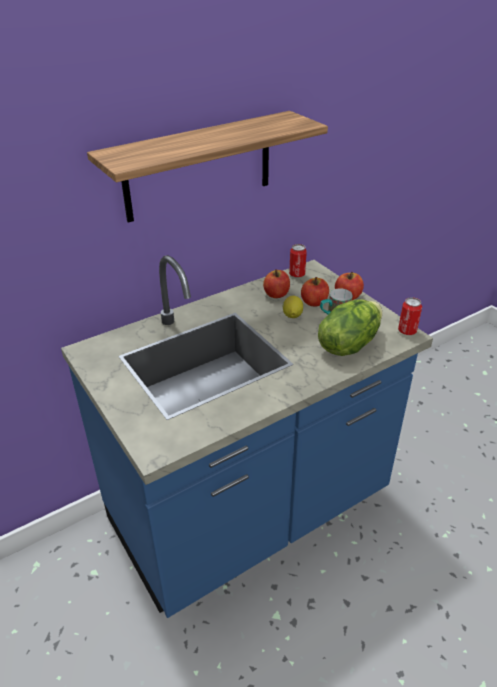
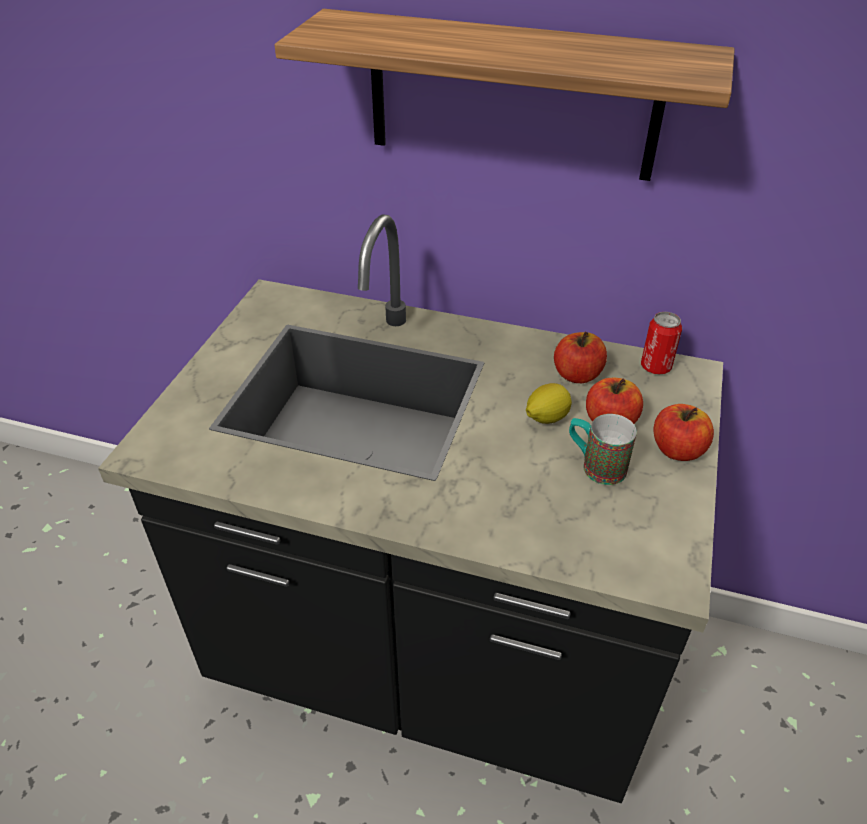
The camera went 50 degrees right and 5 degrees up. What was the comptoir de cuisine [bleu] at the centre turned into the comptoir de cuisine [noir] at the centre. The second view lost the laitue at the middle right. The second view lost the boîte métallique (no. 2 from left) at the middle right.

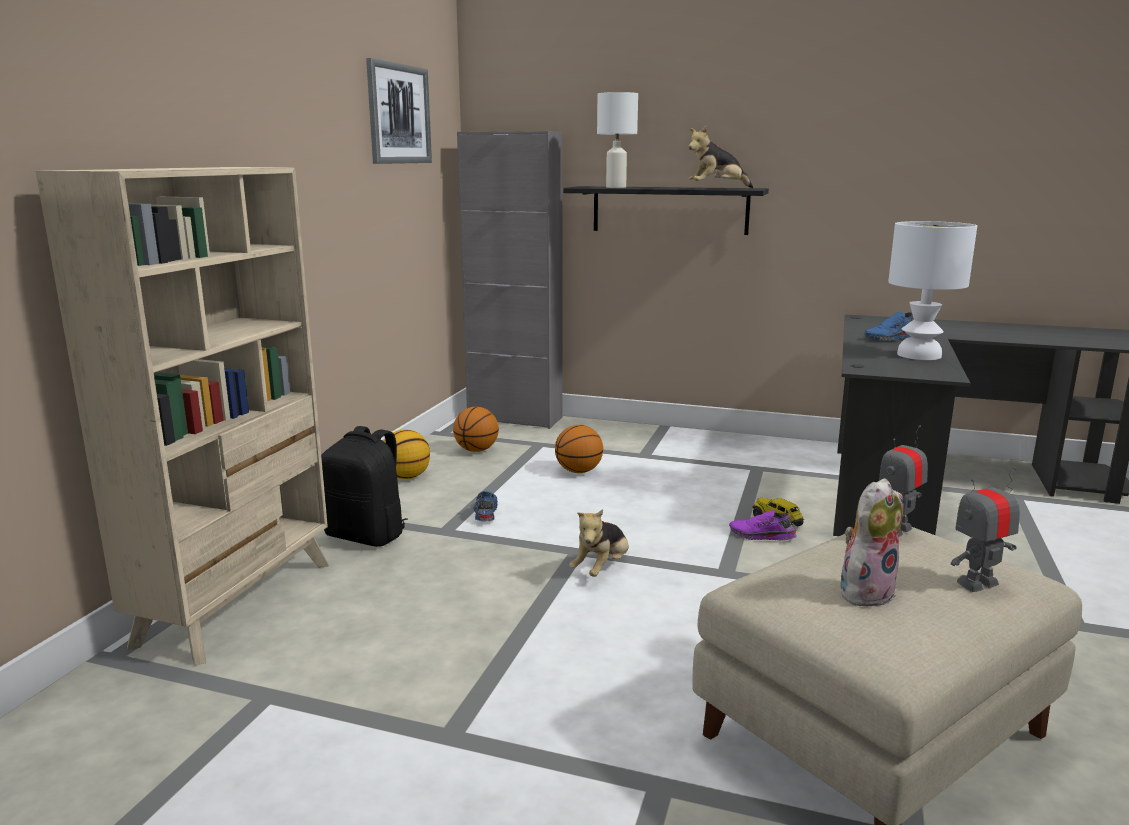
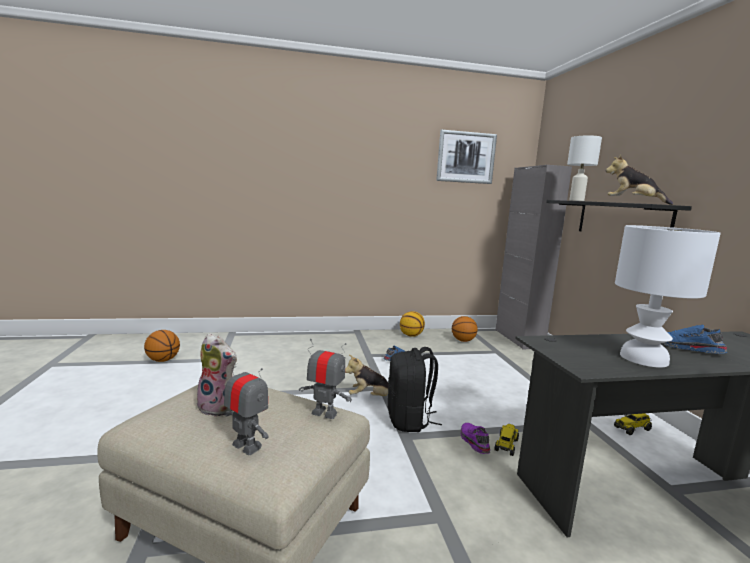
The camera went 60 degrees right and 5 degrees down. The second view lost the bibliothèque [beige] at the middle left. The sac à dos [noir] ended up elsewhere, having gone from the middle left to the bottom centre. The ballon de basket (no. 3 from left in the first image) ended up elsewhere, having gone from the centre to the middle left. The second view gained the camion jouet (no. 2 from left) at the bottom right.

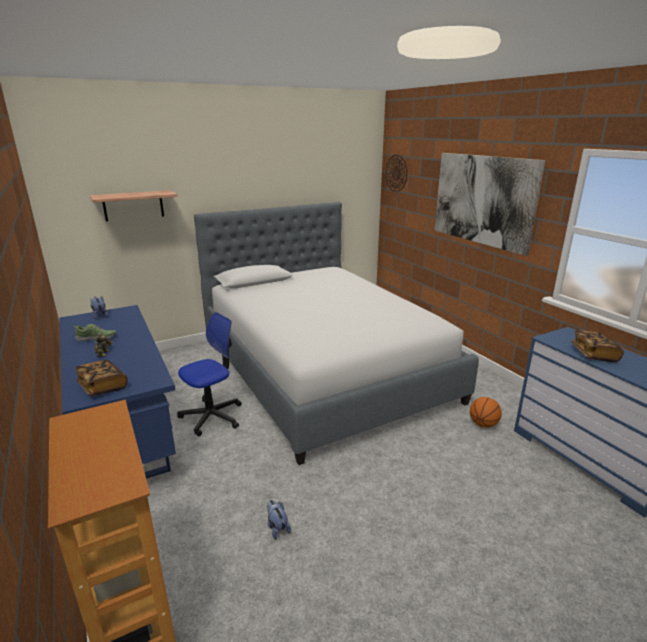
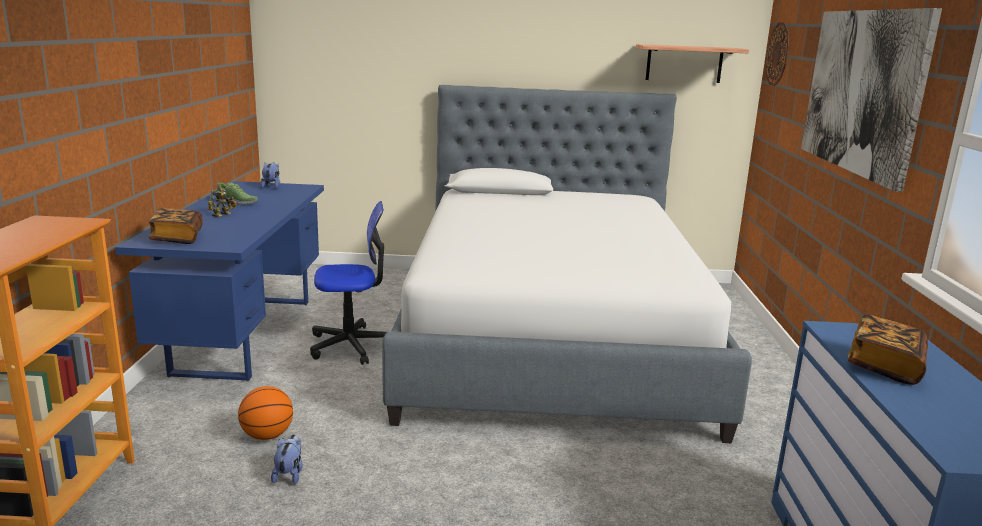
The camera went 30 degrees right and 5 degrees down. The étagère ended up elsewhere, having gone from the top left to the top right. The ballon de basket ended up elsewhere, having gone from the middle right to the bottom left.

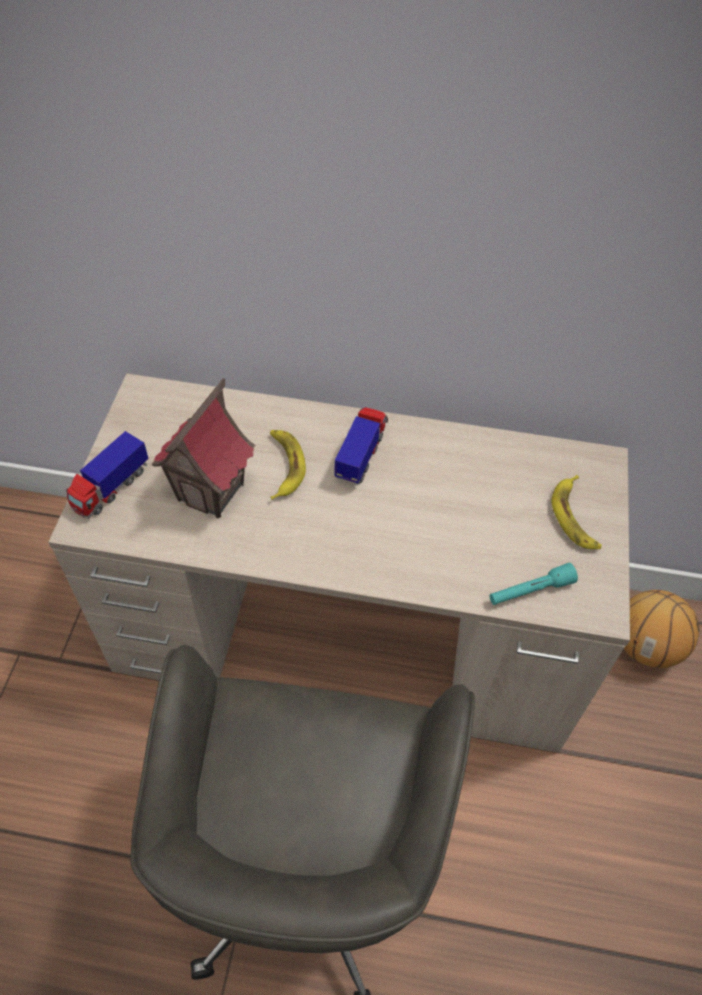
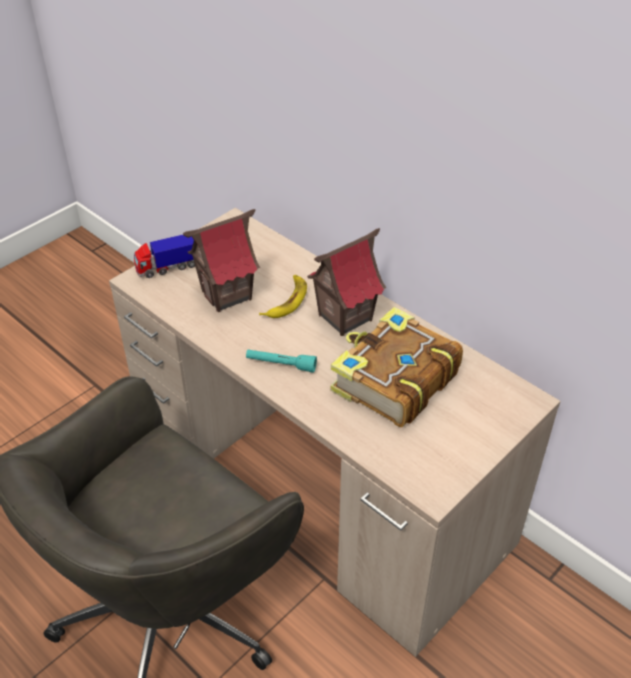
The camera went 35 degrees right and 10 degrees down. Where the camion jouet (no. 2 from left) stood at the centre, the maison miniature (no. 2 from left) came to stand at the centre. The lampe de poche [turquoise] ended up elsewhere, having gone from the middle right to the centre. The second view lost the banane (no. 2 from left) at the middle right. The second view lost the ballon de basket at the middle right. The second view gained the livre at the centre.

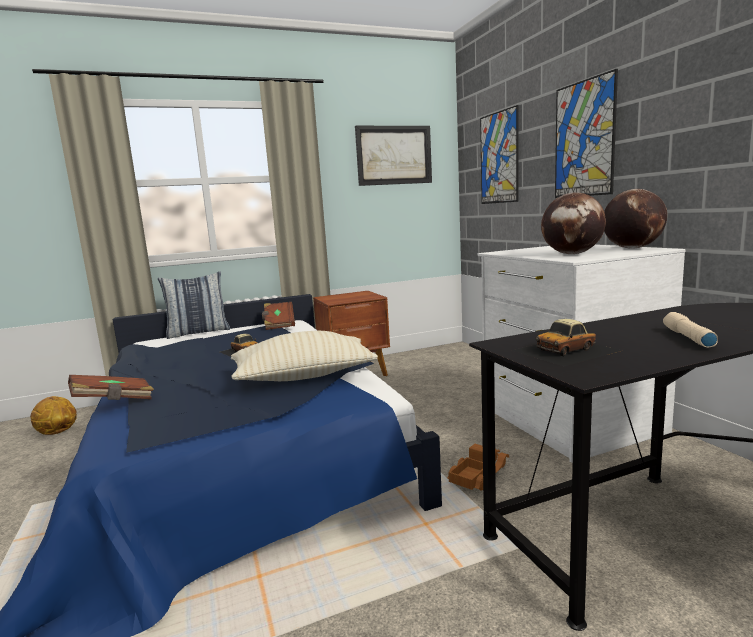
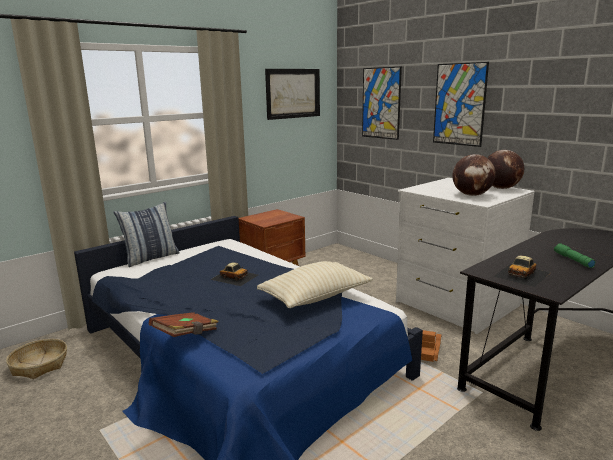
The camera went 20 degrees left and 5 degrees up. Where the ballon de basket stood at the middle left, the panier came to stand at the bottom left. The second view lost the livre [marron] (no. 2 from left) at the centre. What was the lampe de poche [beige] at the middle right turned into the lampe de poche [vert] at the middle right.

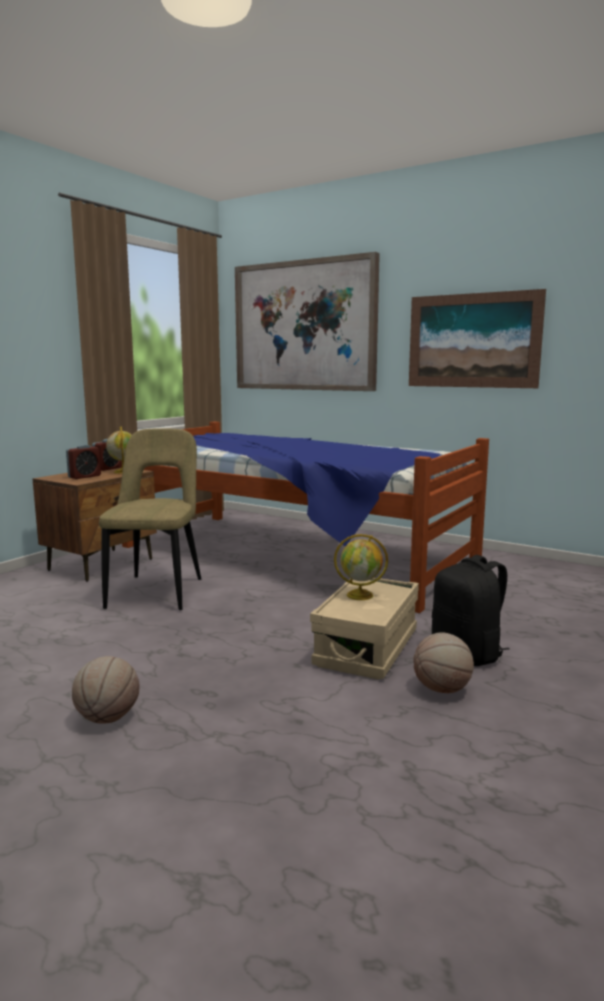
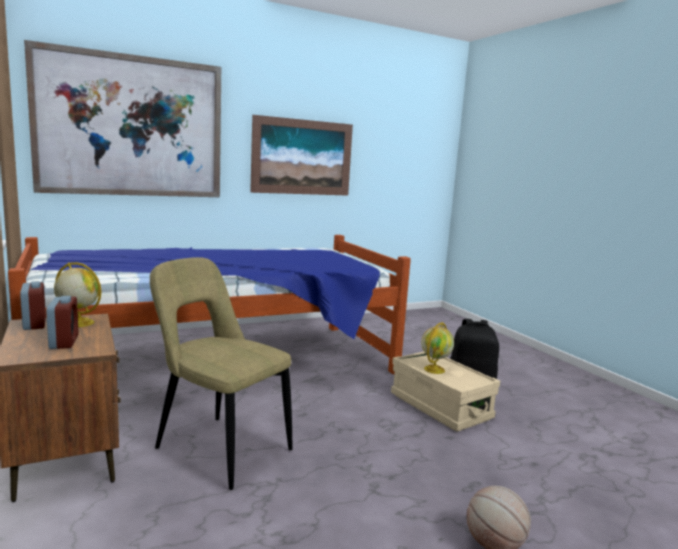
The camera went 60 degrees left and 0 degrees up. The second view lost the ballon de basket (no. 2 from left) at the middle right.

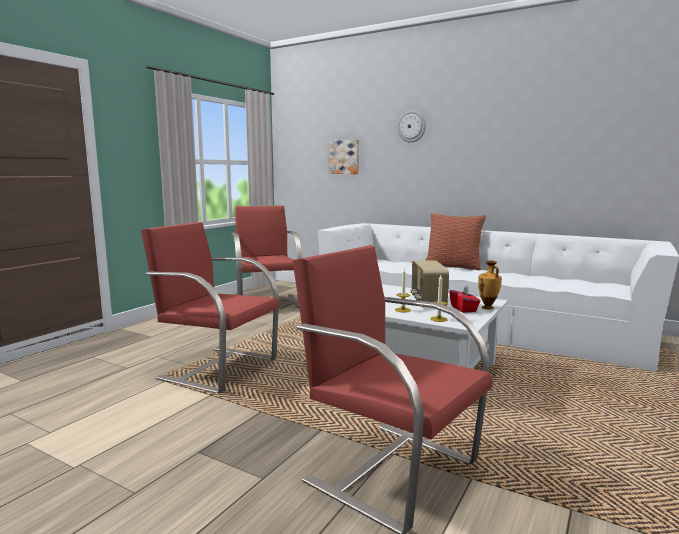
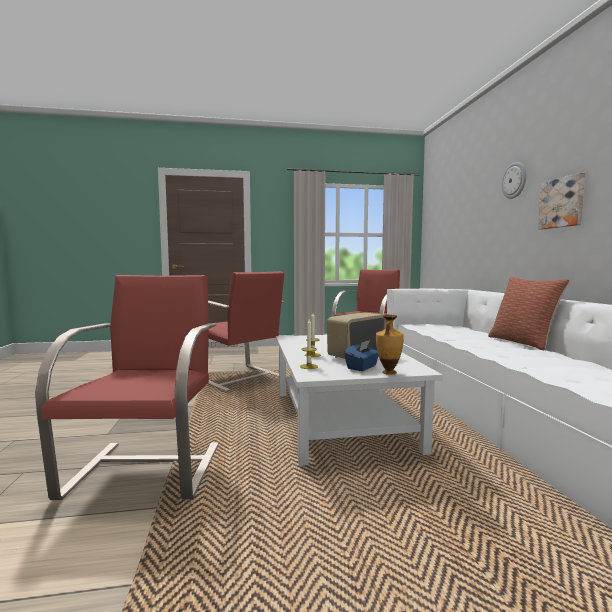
The camera went 50 degrees right and 5 degrees down. The fauteuil [rouge] (no. 1 from left in the first image) at the middle left ended up facing another way, 150 degrees clockwise from before. The tableau ended up elsewhere, having gone from the top centre to the top right. What was the boîte à mouchoirs [rouge] at the middle right turned into the boîte à mouchoirs [bleu] at the centre.

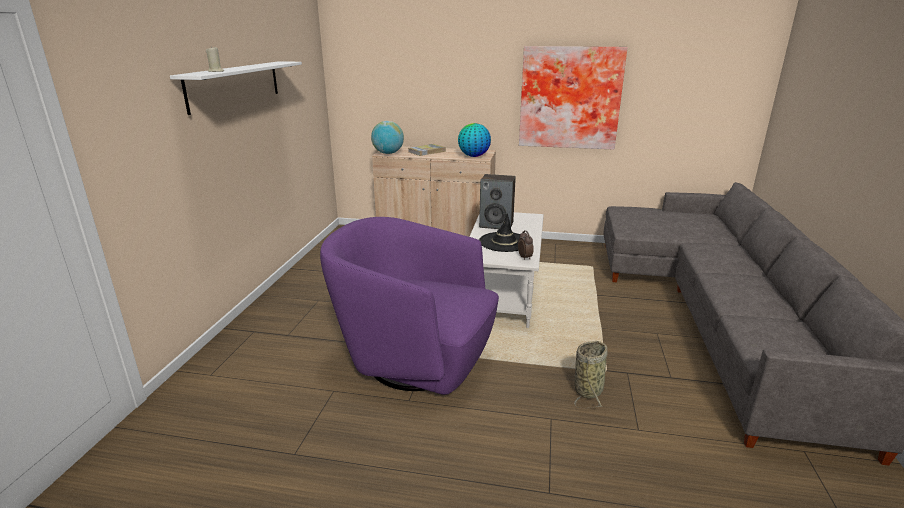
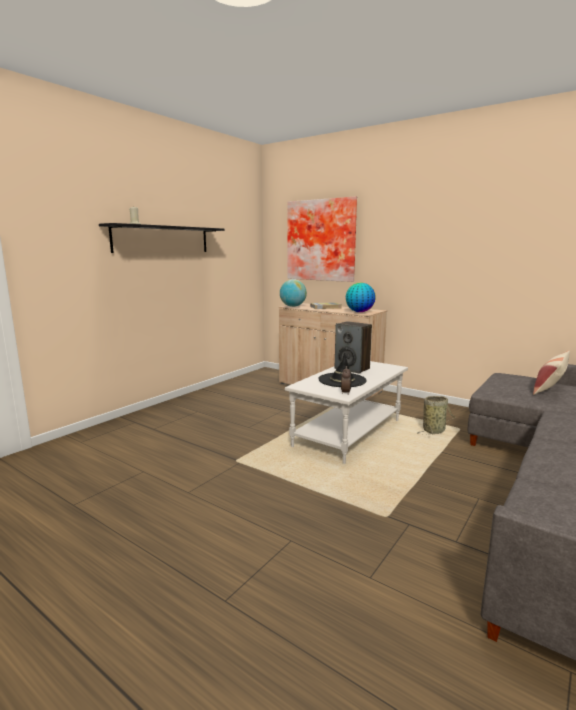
The camera went 25 degrees right and 10 degrees down. What was the étagère [blanc] at the top left turned into the étagère [noir] at the middle left. The second view lost the fauteuil [violet] at the centre. The tableau ended up elsewhere, having gone from the top centre to the centre. The panier ended up elsewhere, having gone from the bottom centre to the middle right. The second view gained the coussin at the middle right.

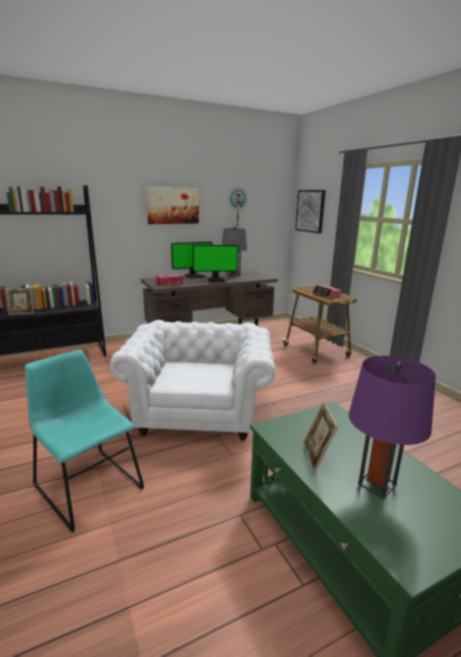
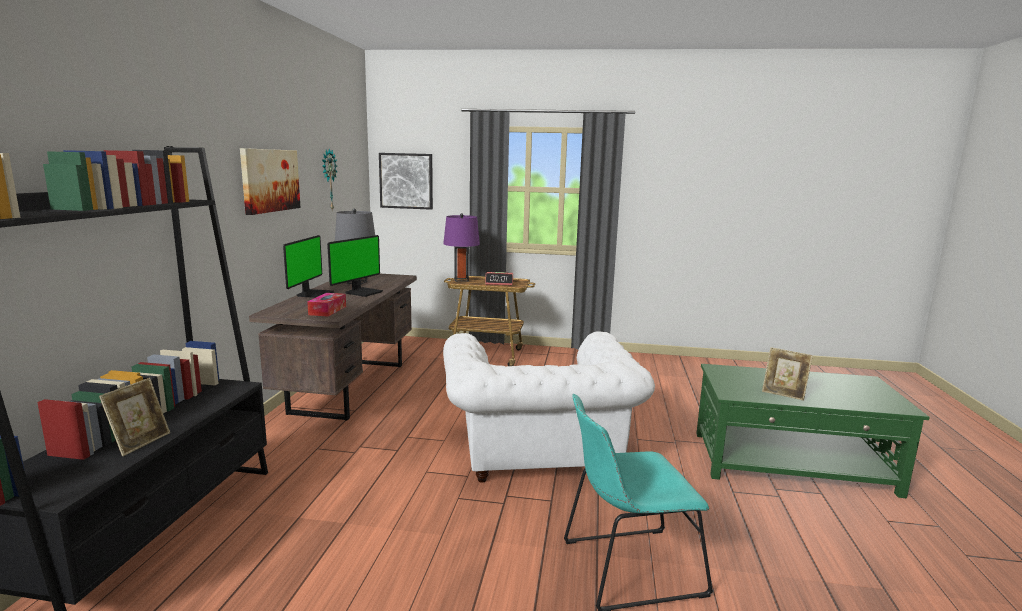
The camera went 55 degrees left and 5 degrees down. The fauteuil [blanc] at the centre ended up facing another way, 135 degrees counterclockwise from before. The lampe de table [violet] ended up elsewhere, having gone from the middle right to the centre.

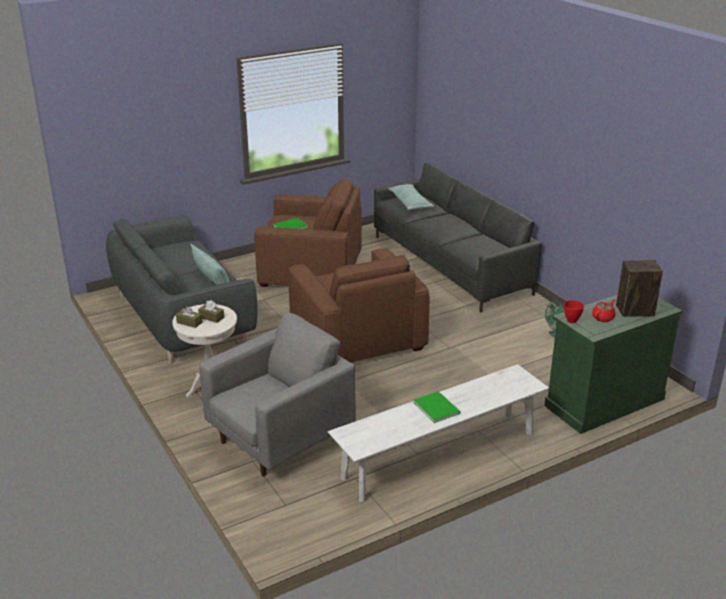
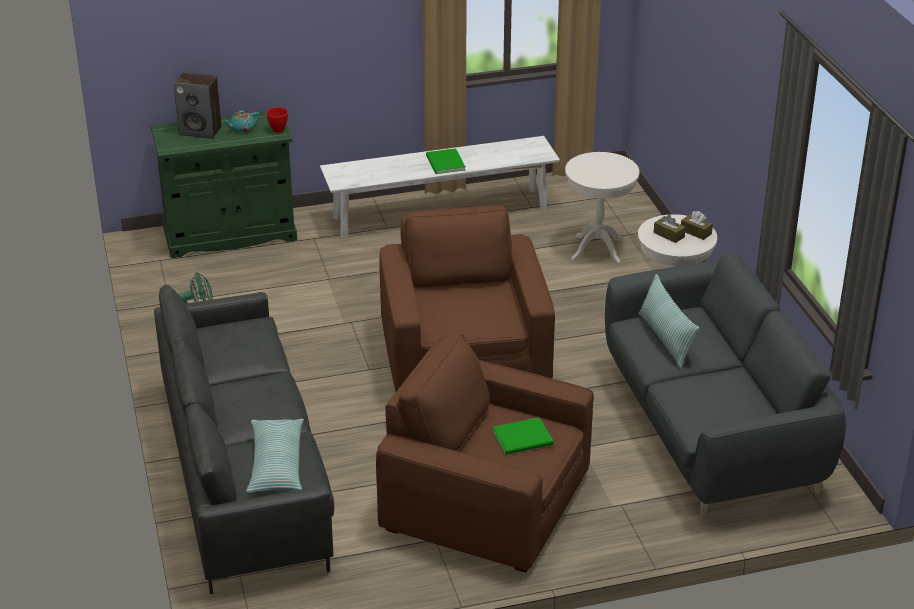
The camera went 165 degrees left and 5 degrees up. Where the fauteuil [gris] stood at the centre, the table d'appoint [blanc] (no. 1 from left) came to stand at the centre. What was the théière [rouge] at the middle right turned into the théière [turquoise] at the top left.

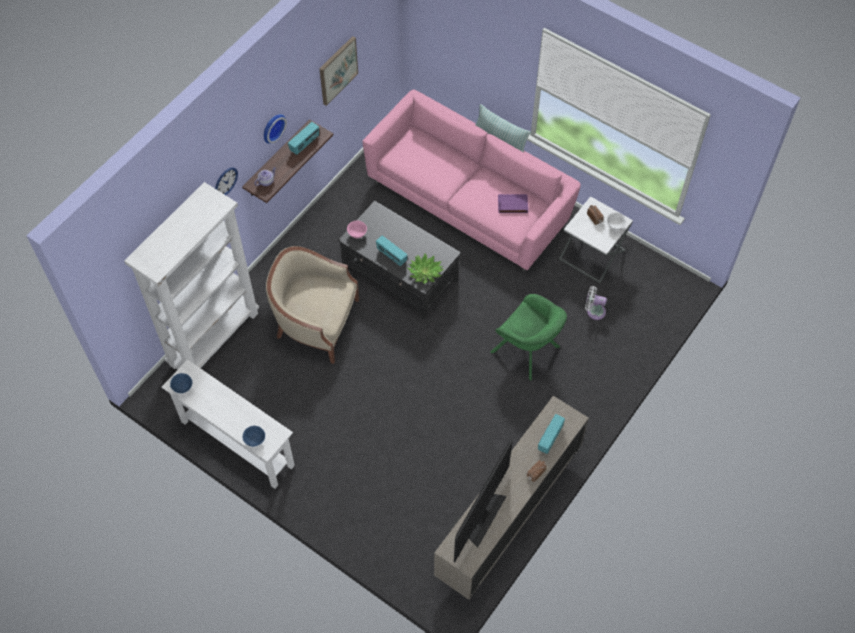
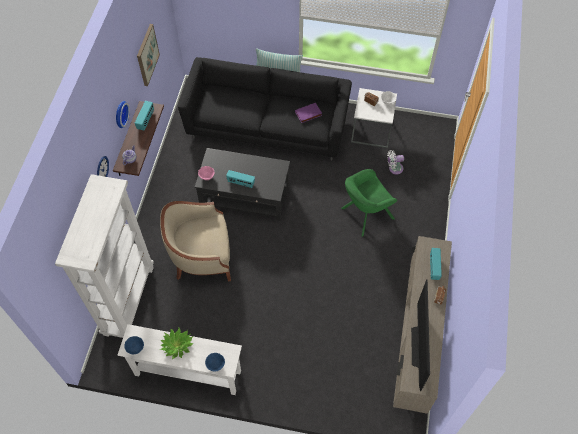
The camera went 25 degrees left and 0 degrees up. What was the canapé [rose] at the top centre turned into the canapé [noir] at the top centre. The plante en pot ended up elsewhere, having gone from the centre to the bottom left. The fauteuil [vert] at the centre ended up facing another way, 135 degrees clockwise from before.

